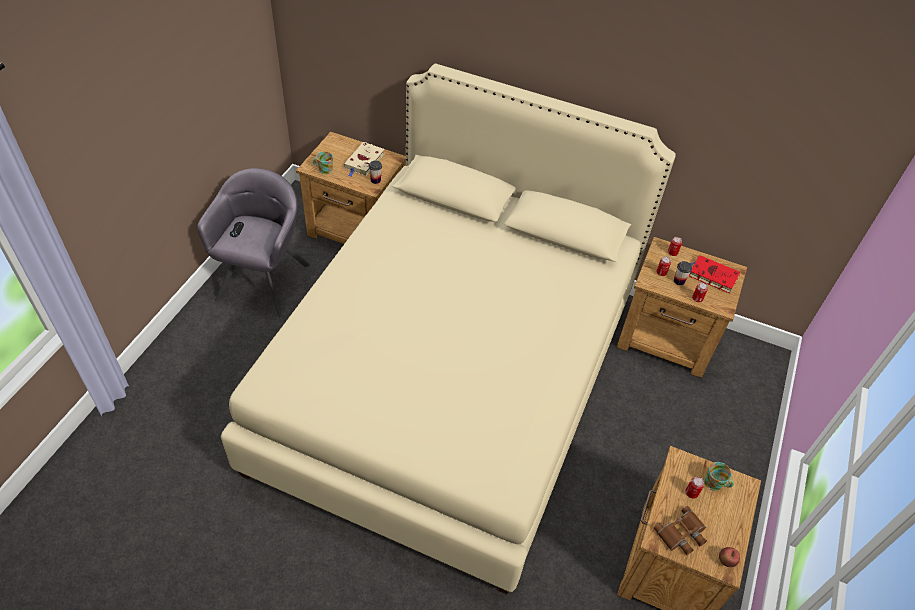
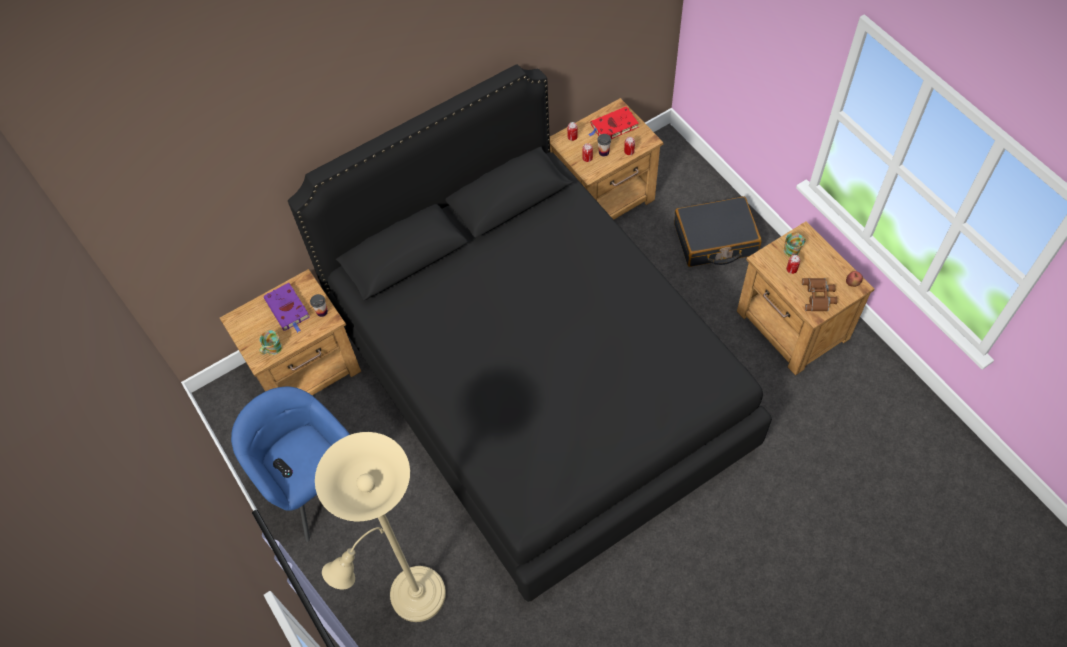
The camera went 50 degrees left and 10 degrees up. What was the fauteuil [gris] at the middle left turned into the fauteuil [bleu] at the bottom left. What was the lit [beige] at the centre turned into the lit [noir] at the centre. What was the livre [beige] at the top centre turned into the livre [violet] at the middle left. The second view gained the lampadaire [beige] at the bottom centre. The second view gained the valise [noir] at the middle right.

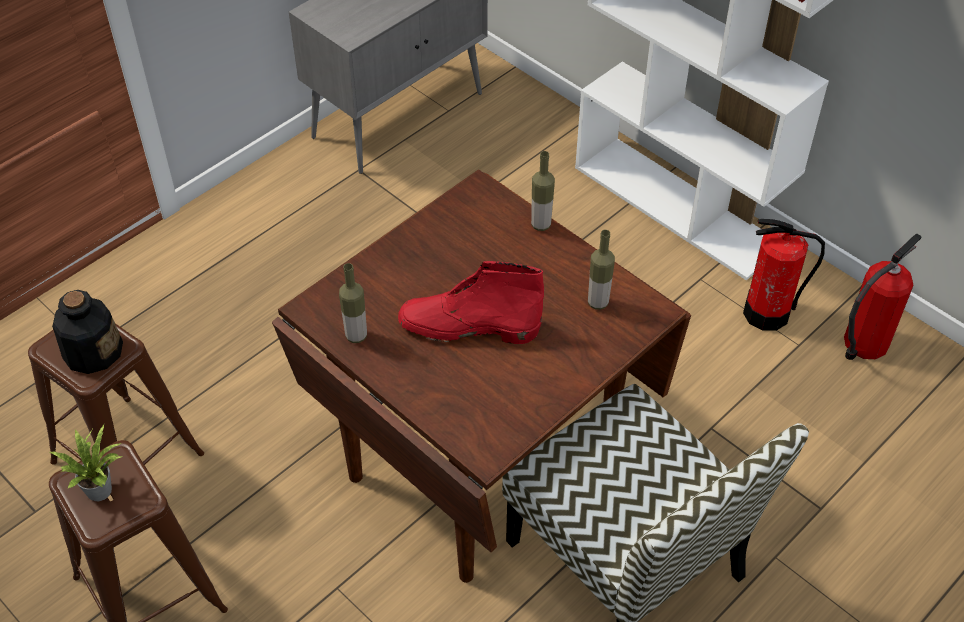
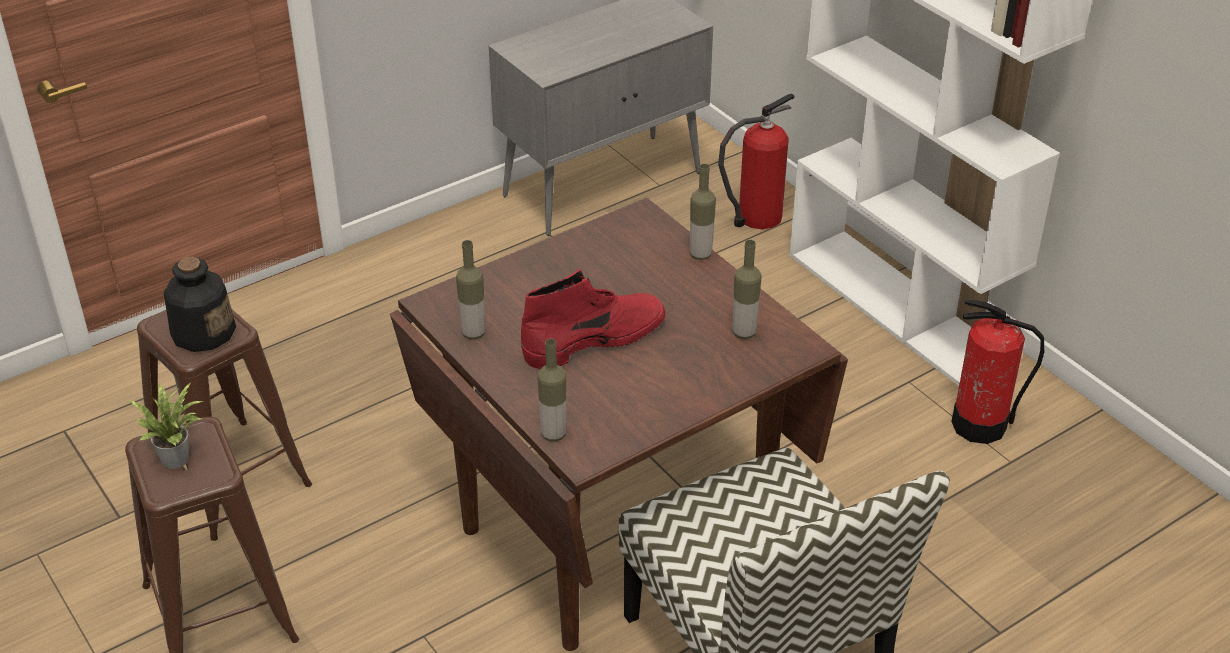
The camera went 10 degrees right and 10 degrees down. The botte [rouge] at the centre ended up facing another way, 135 degrees clockwise from before. The extincteur (no. 2 from left in the first image) ended up elsewhere, having gone from the middle right to the top centre. The second view gained the bouteille (no. 3 from left) at the centre.

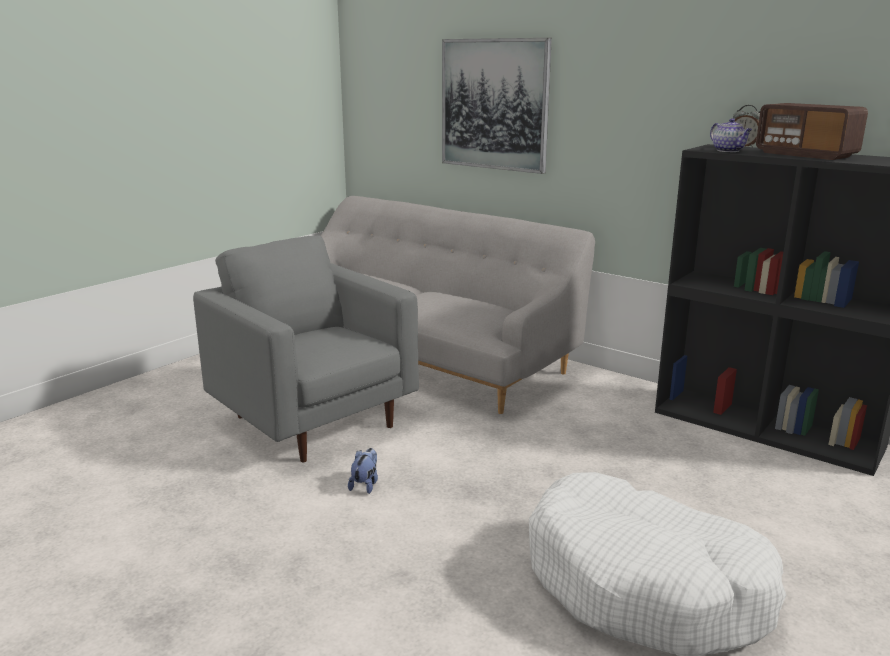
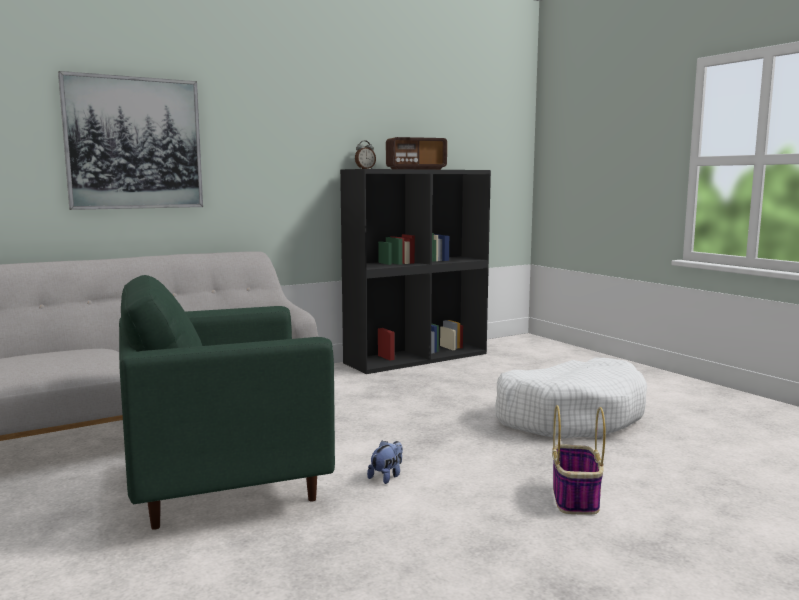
The camera went 70 degrees left and 10 degrees down. What was the fauteuil [gris] at the centre turned into the fauteuil [vert] at the bottom left. The peluche at the bottom centre ended up facing another way, 90 degrees clockwise from before. The second view lost the théière at the top right. The second view gained the panier at the bottom right.

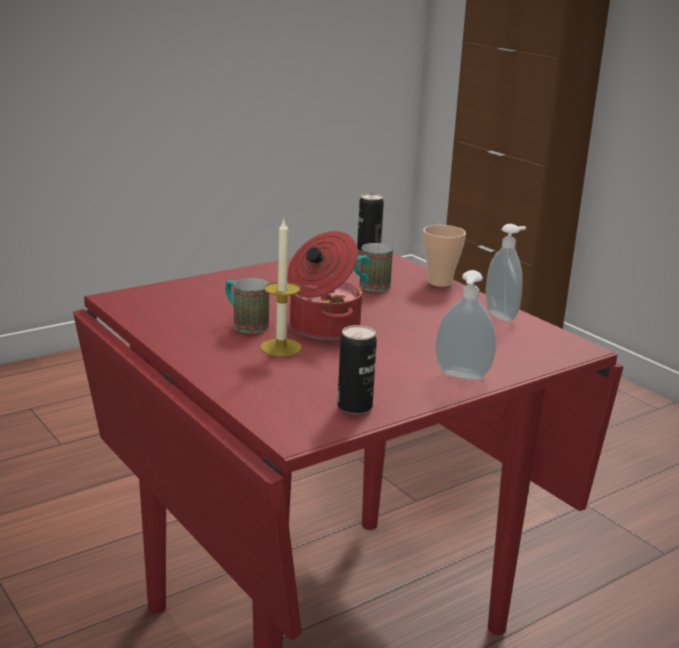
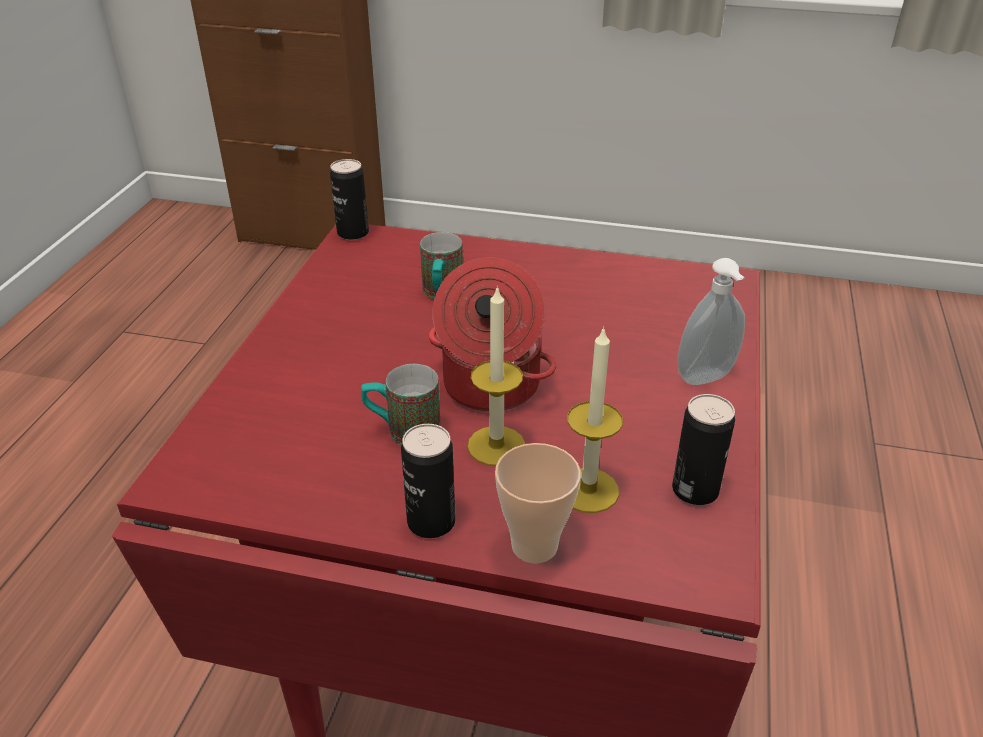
The camera went 40 degrees left and 15 degrees up. The tasse ended up elsewhere, having gone from the centre to the bottom centre. The second view lost the distributeur de savon (no. 2 from left) at the middle right. The second view gained the boîte métallique (no. 2 from left) at the centre. The second view gained the bougie (no. 2 from left) at the centre.

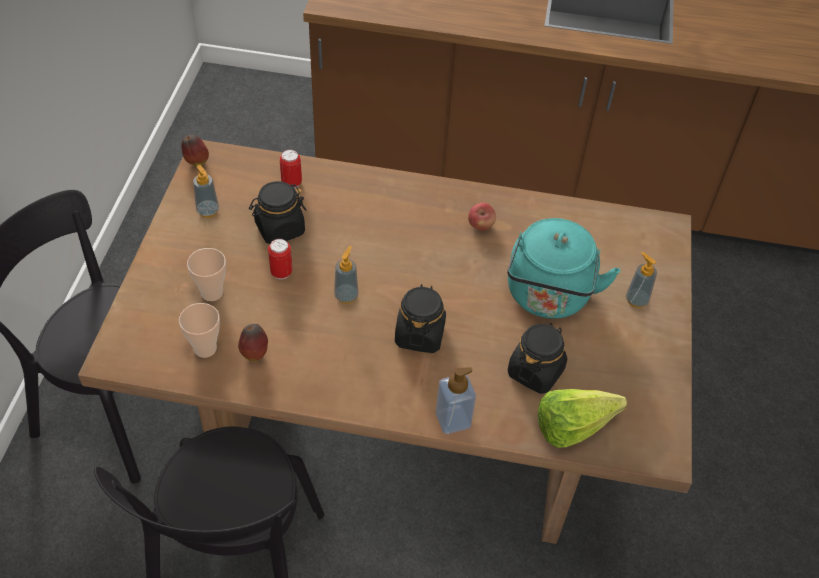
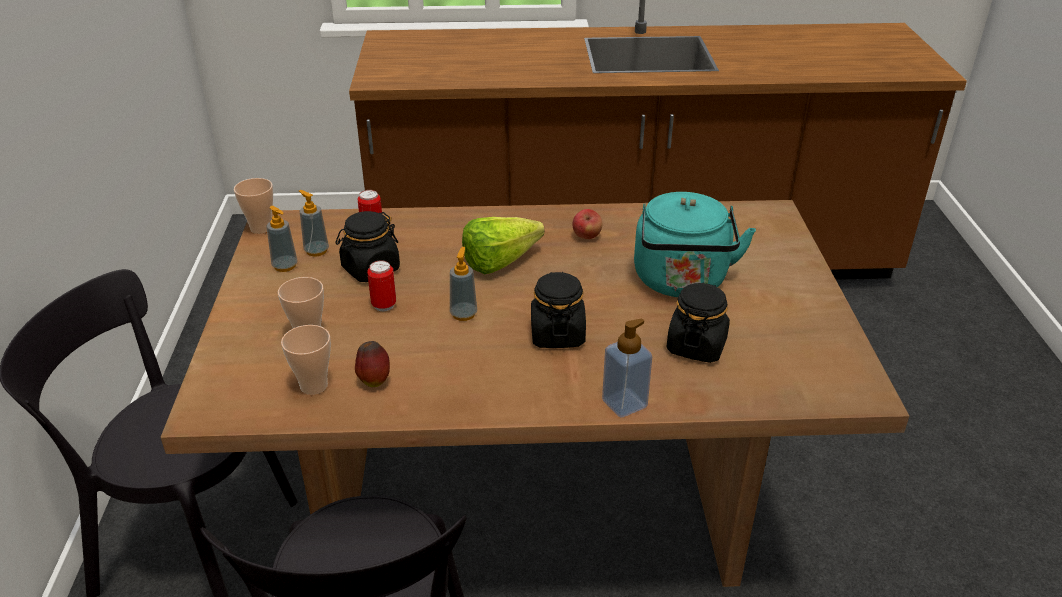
The camera went 10 degrees left and 15 degrees down. Where the pomme (no. 1 from left) stood at the top left, the tasse (no. 1 from left) came to stand at the middle left. The laitue ended up elsewhere, having gone from the bottom right to the centre. The distributeur de savon (no. 4 from left in the first image) ended up elsewhere, having gone from the middle right to the middle left.

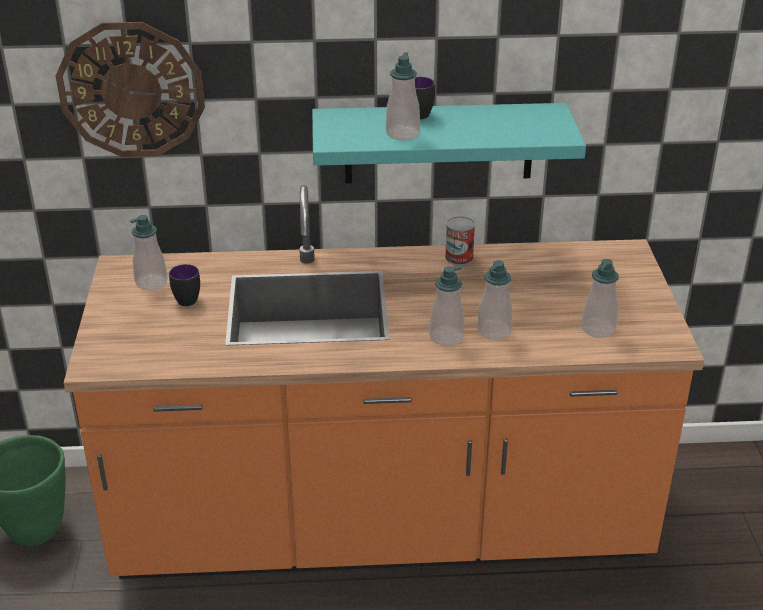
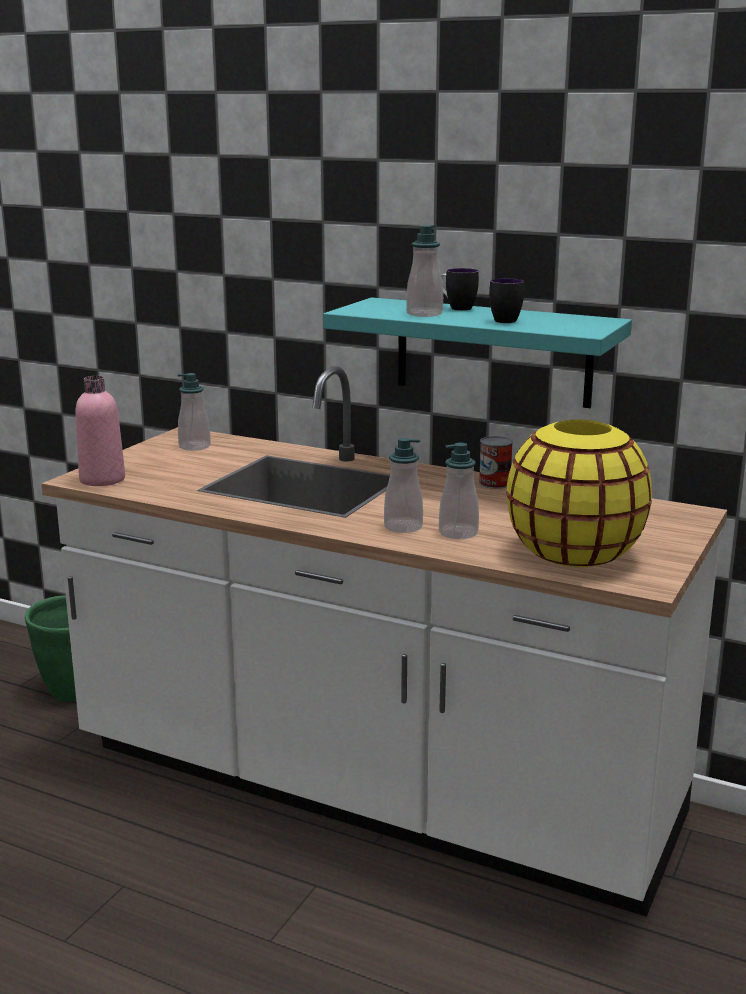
The camera went 30 degrees right and 15 degrees down. The second view lost the horloge murale at the top left. What was the comptoir de cuisine [orange] at the centre turned into the comptoir de cuisine [blanc] at the centre. The mug (no. 1 from left in the first image) ended up elsewhere, having gone from the middle left to the top right. Where the distributeur de savon (no. 5 from left) stood at the middle right, the vase [jaune] came to stand at the middle right. The second view gained the bouteille [rose] at the middle left.

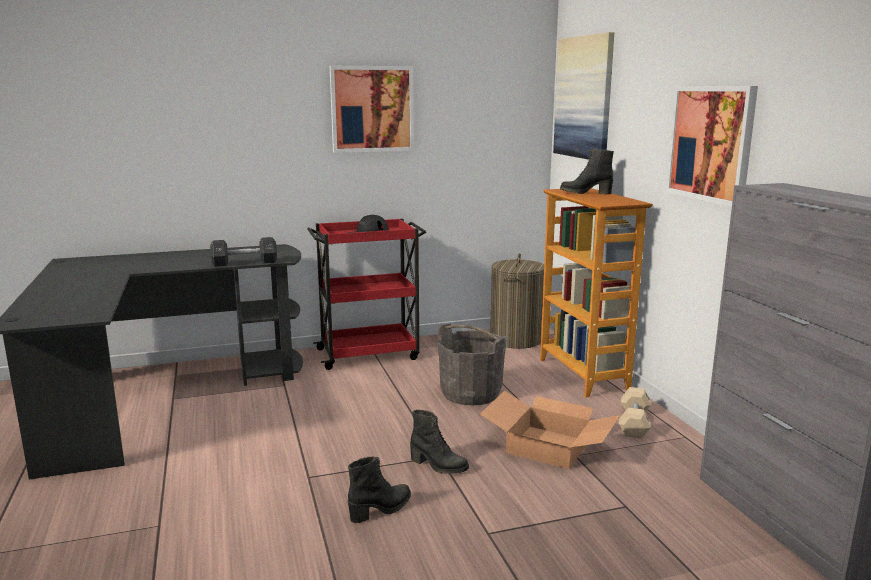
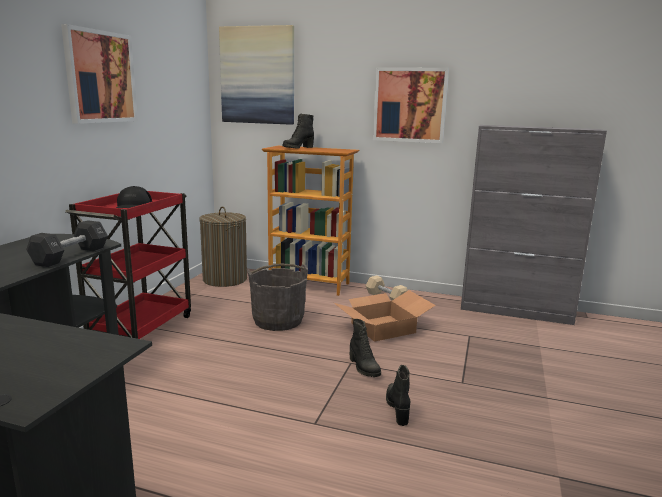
The camera went 55 degrees left and 0 degrees up. The botte [noir] (no. 2 from left) at the bottom centre ended up facing another way, 90 degrees clockwise from before.

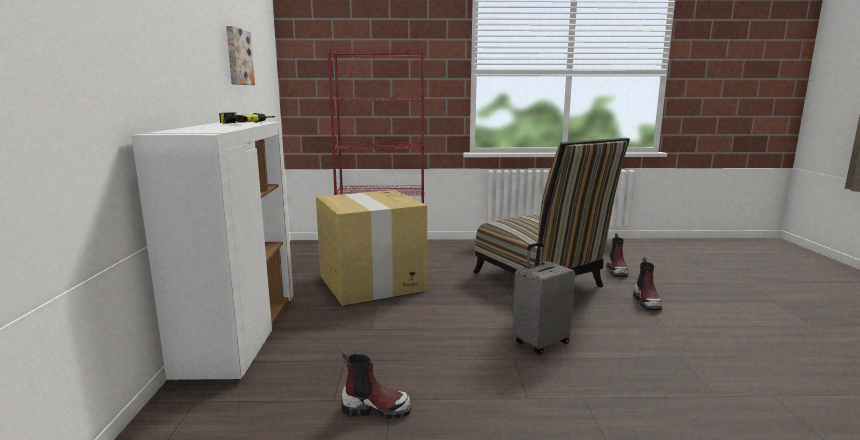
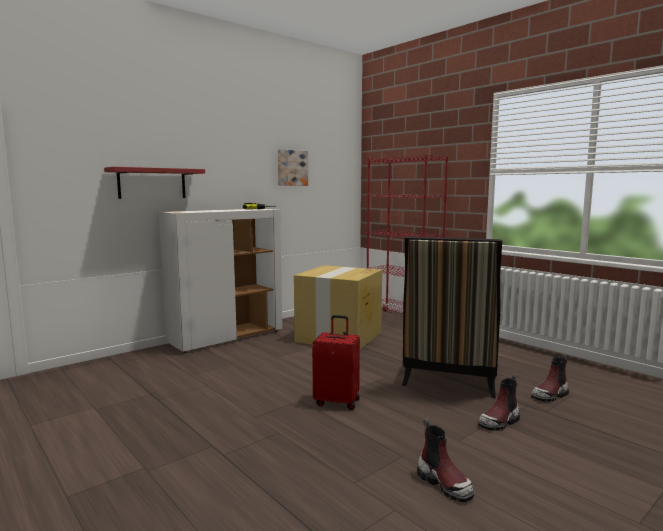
The camera went 50 degrees right and 5 degrees down. The botte (no. 1 from left) ended up elsewhere, having gone from the bottom centre to the bottom right. What was the valise [gris] at the bottom centre turned into the valise [rouge] at the bottom centre. The second view gained the étagère [rouge] at the middle left.

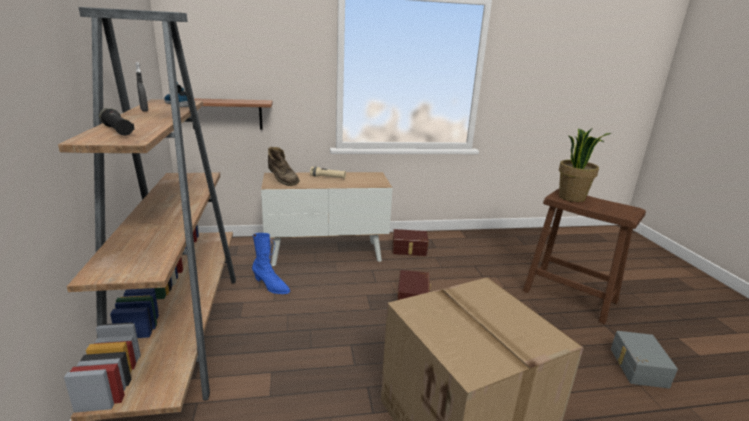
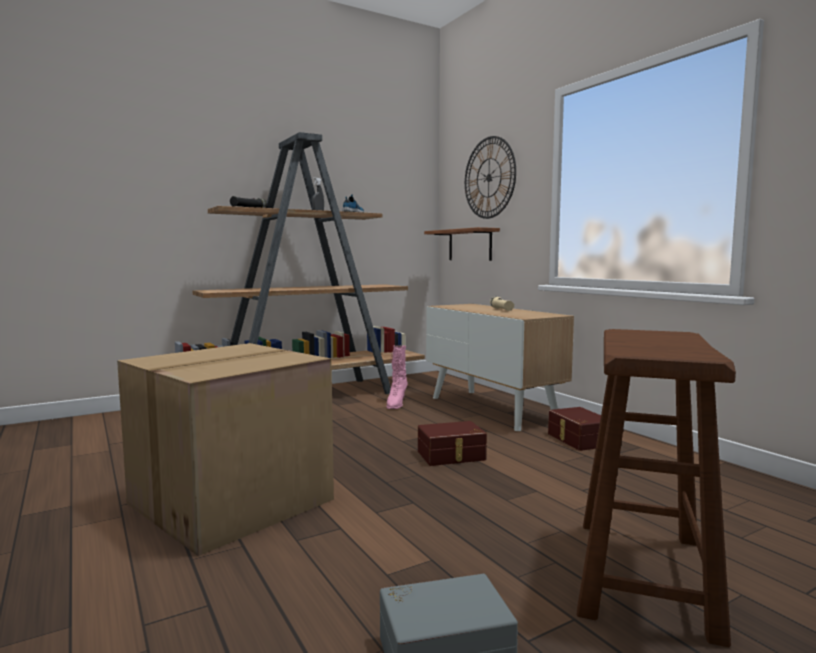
The camera went 70 degrees right and 15 degrees down. What was the botte [bleu] at the centre turned into the botte [rose] at the centre. The second view lost the botte [marron] at the centre. The second view lost the plante en pot at the middle right. The second view gained the horloge murale at the top centre.

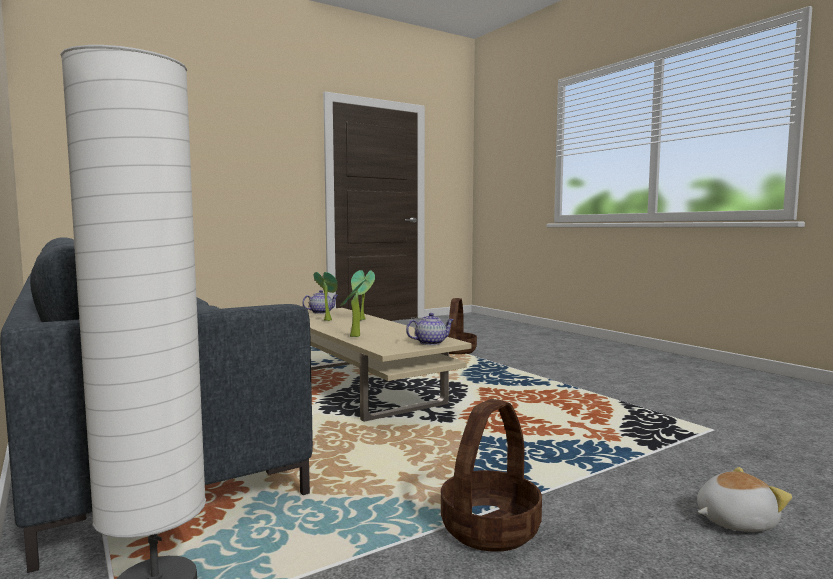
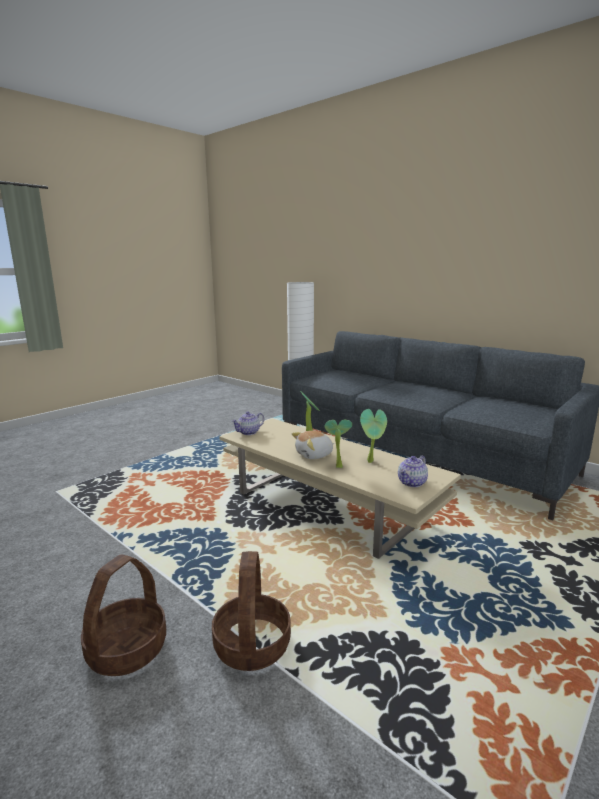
The camera went 165 degrees right and 10 degrees up. The panier (no. 2 from left in the first image) ended up elsewhere, having gone from the bottom centre to the bottom left. The peluche ended up elsewhere, having gone from the bottom right to the centre.

